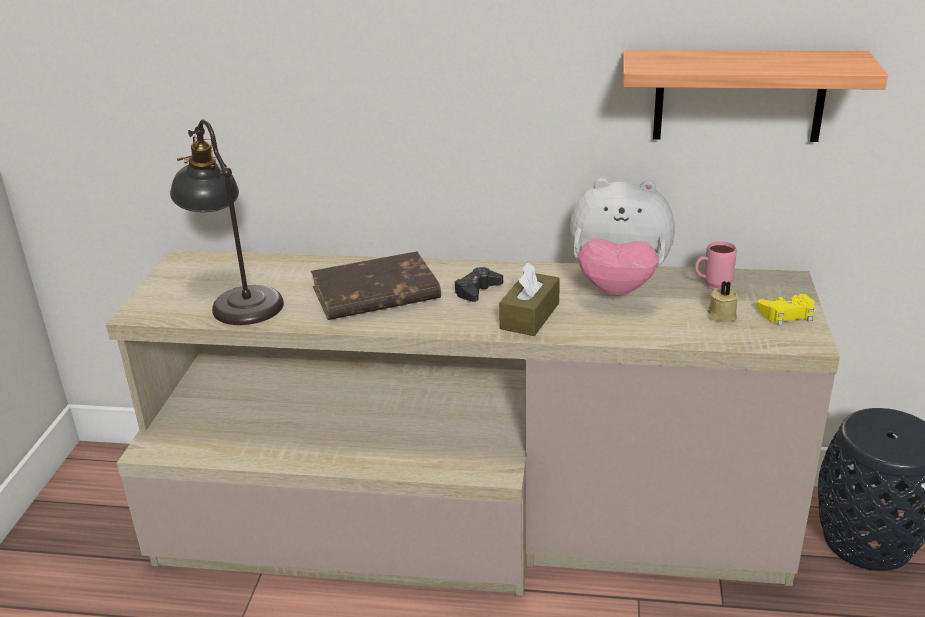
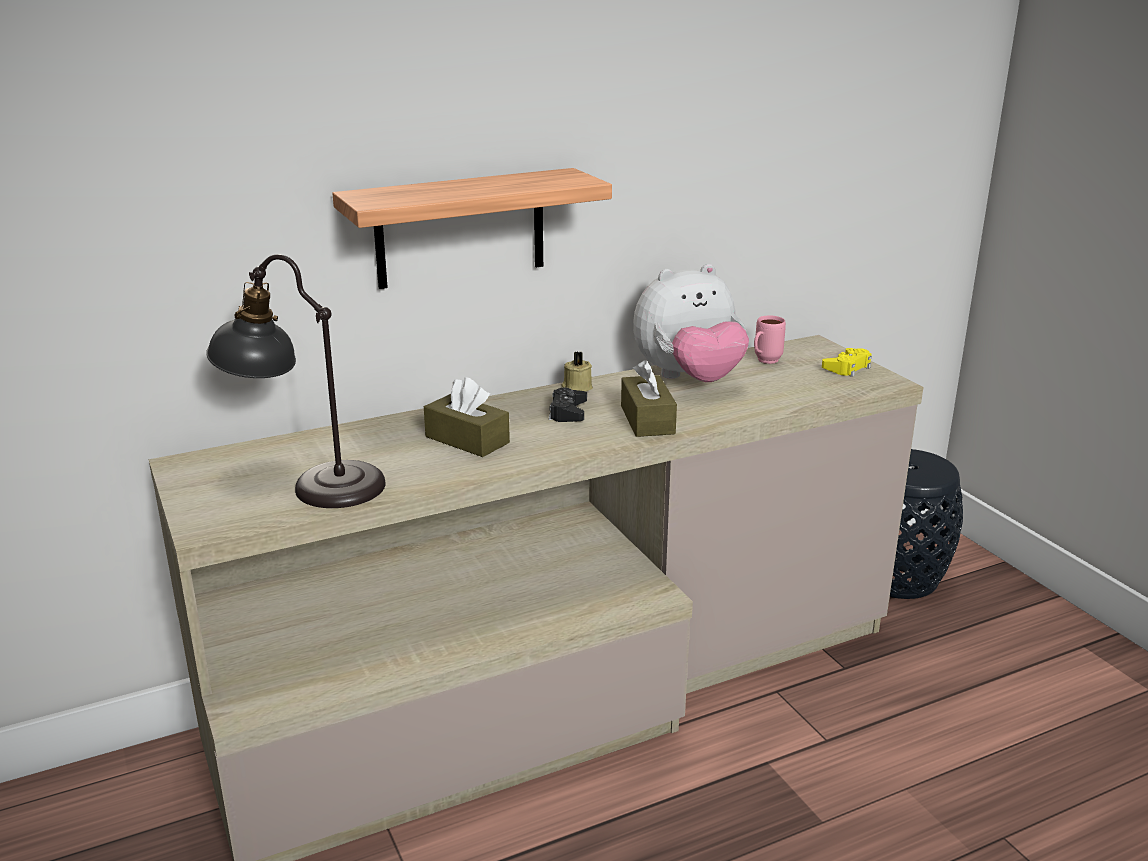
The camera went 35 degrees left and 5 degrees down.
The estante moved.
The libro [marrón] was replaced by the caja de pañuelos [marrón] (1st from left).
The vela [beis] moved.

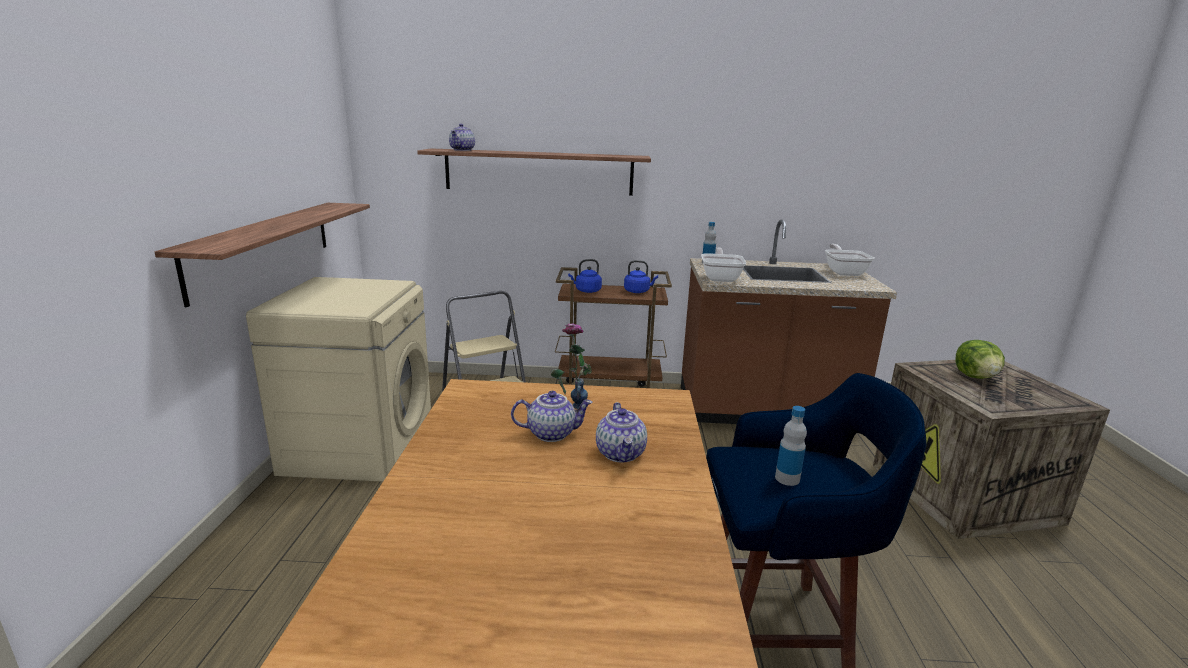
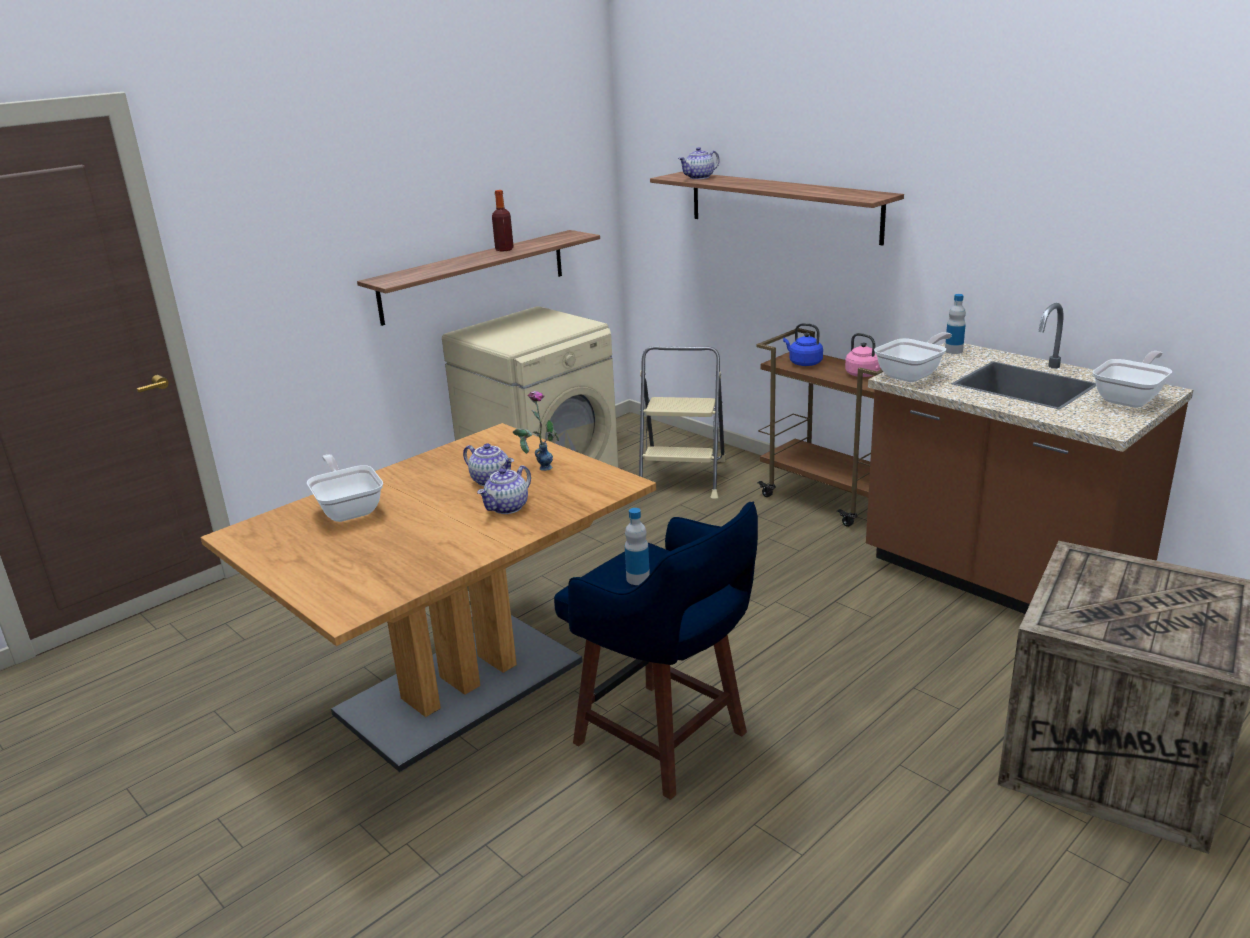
The camera went 45 degrees right and 5 degrees up.
The hervidor [azul] (2nd from left) became the hervidor [rosa].
The lechuga disappeared.
The botella (1st from left) appeared.
The sartén (1st from left) appeared.

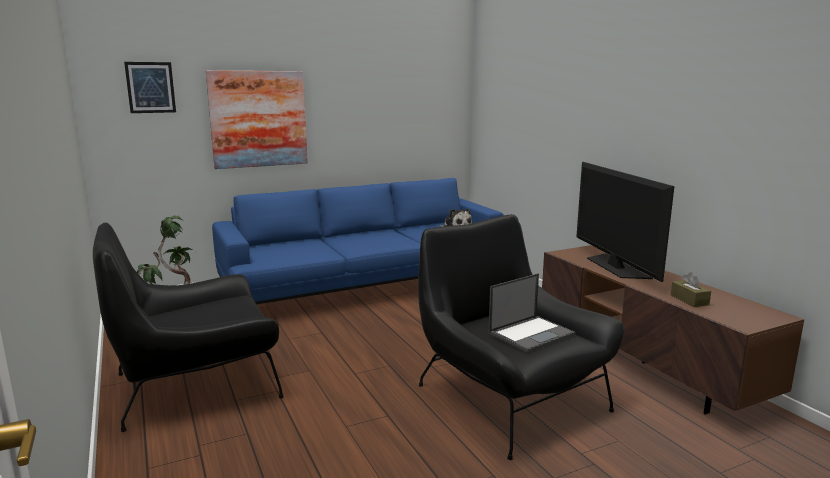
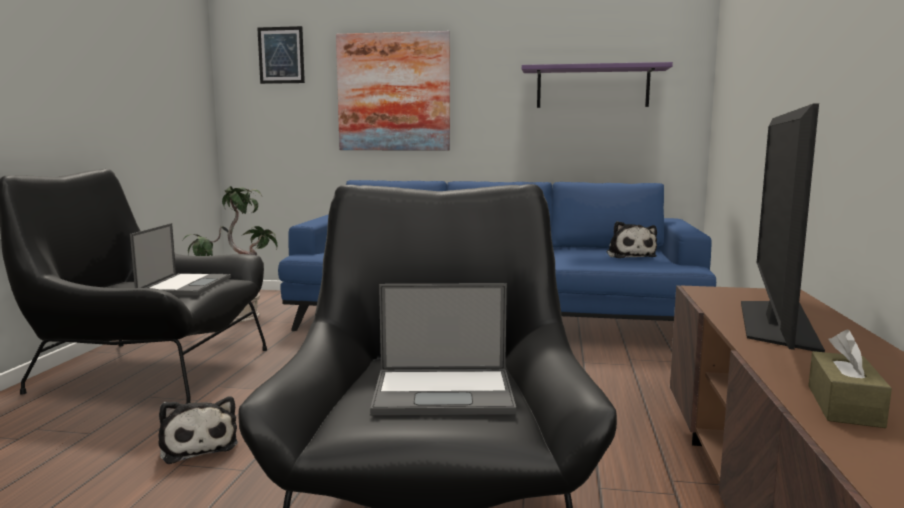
The camera went 35 degrees right and 5 degrees down.
The estante [morado] appeared.
The portátil (1st from left) appeared.
The peluche (1st from left) appeared.

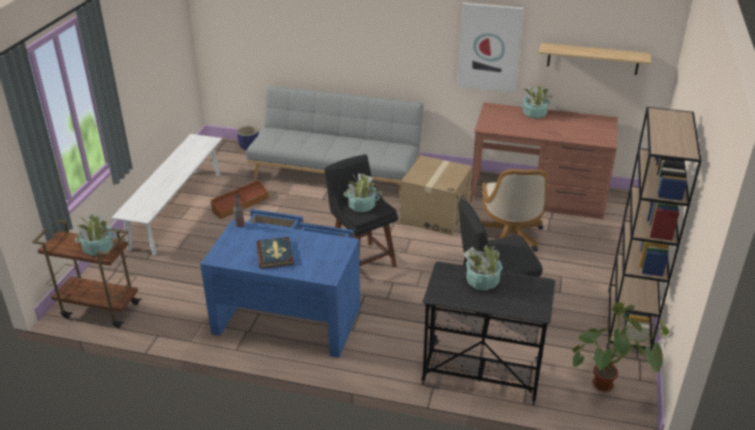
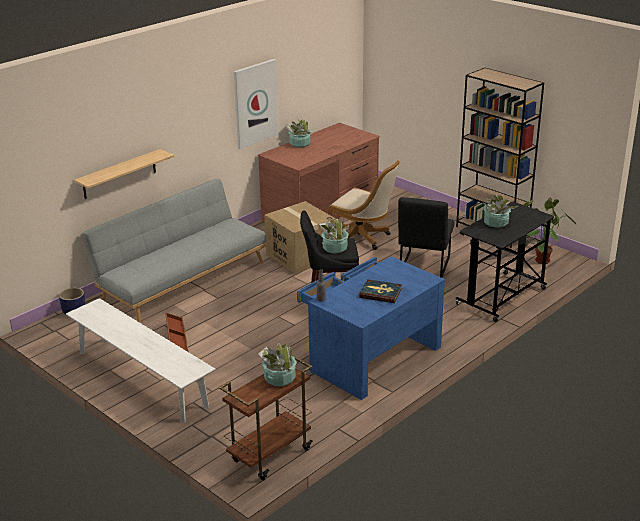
The camera went 60 degrees left and 5 degrees down.
The estante moved.

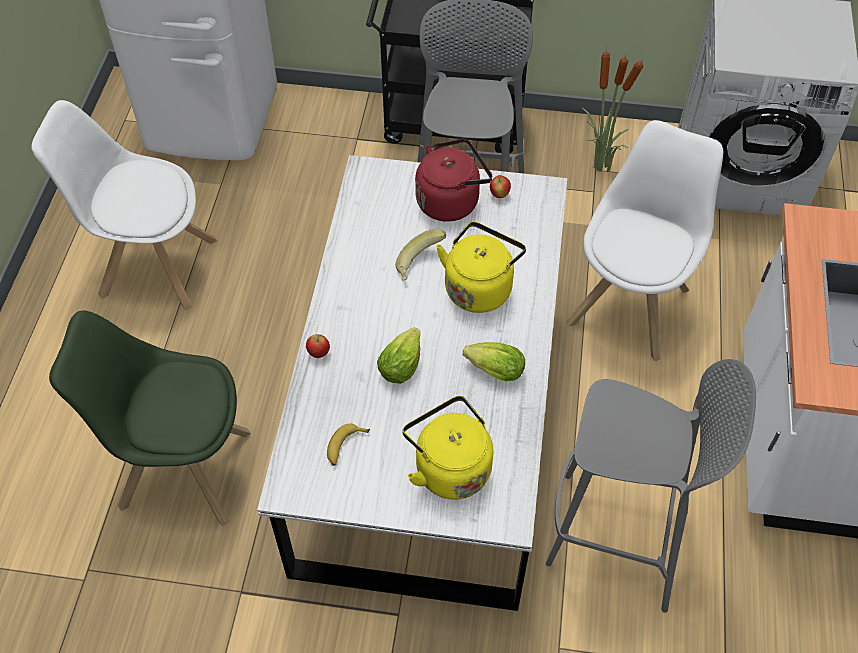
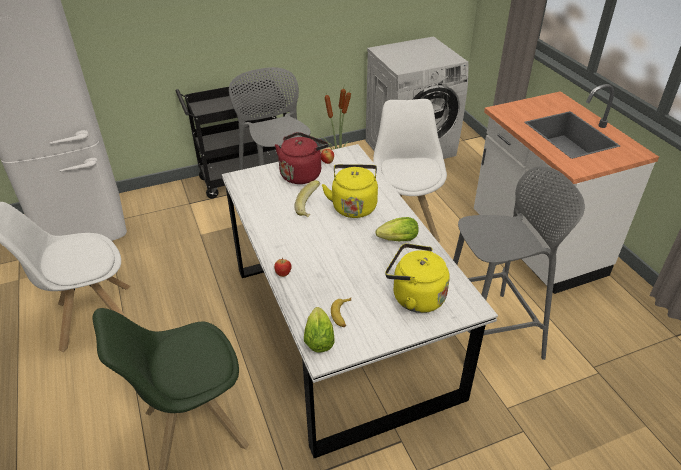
The camera went 30 degrees left and 15 degrees down.
The lechuga (1st from left) moved.

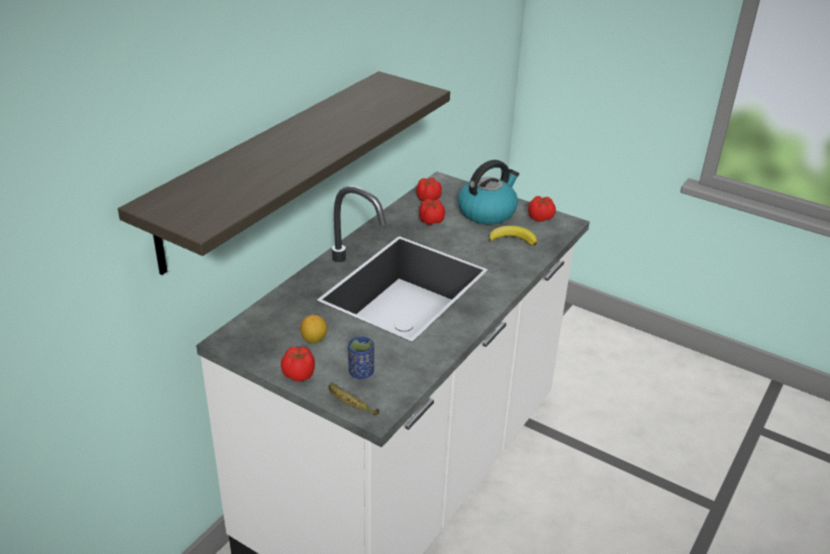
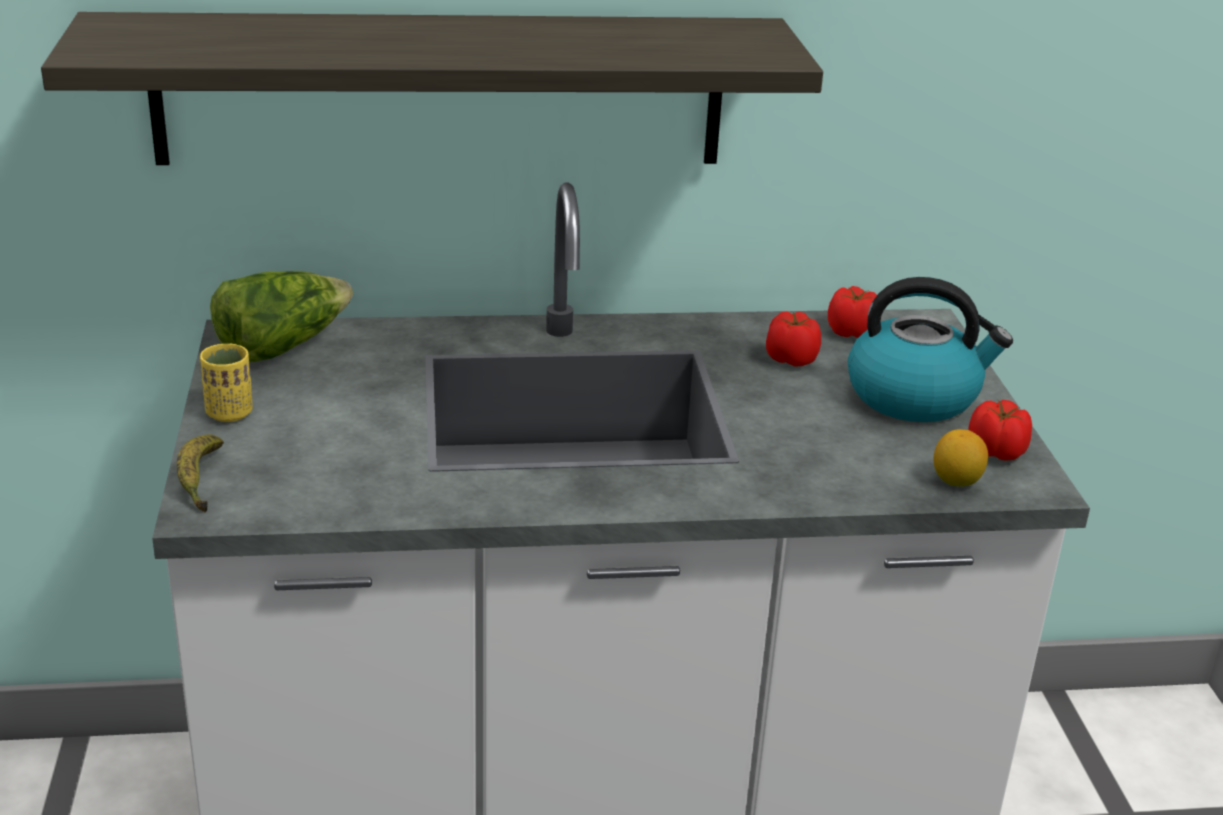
The camera went 50 degrees right and 5 degrees down.
The plátano (2nd from left) disappeared.
The limón moved.
The taza [azul] disappeared.
The tomate (1st from left) was replaced by the taza [amarillo].
The lechuga appeared.

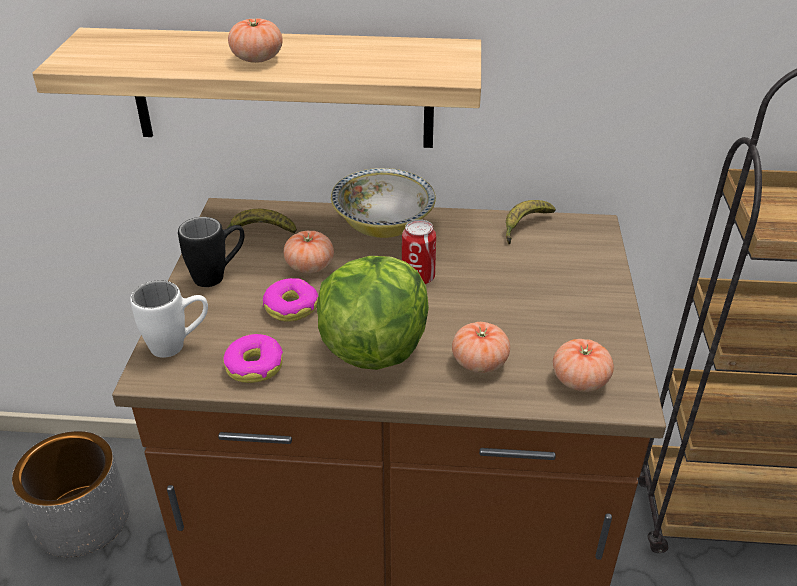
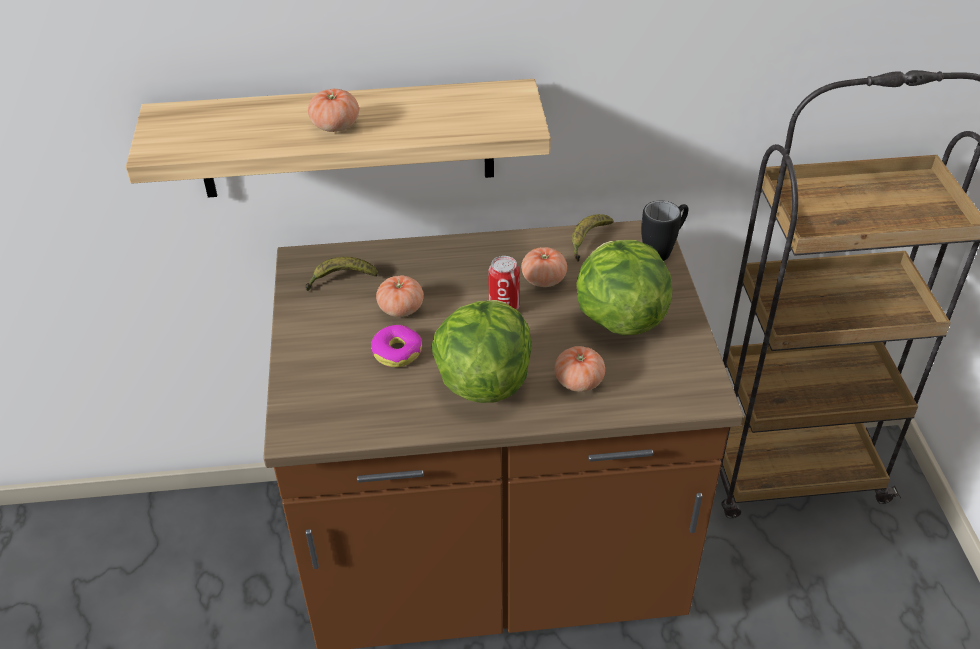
The camera went 10 degrees left and 5 degrees up.
The cuenco disappeared.
The taza grande [negro] moved.
The taza grande [blanco] disappeared.
The rosquilla (1st from left) disappeared.
The tomate (4th from left in the first image) moved.
The maceta [gris] disappeared.
The lechuga (2nd from left) appeared.

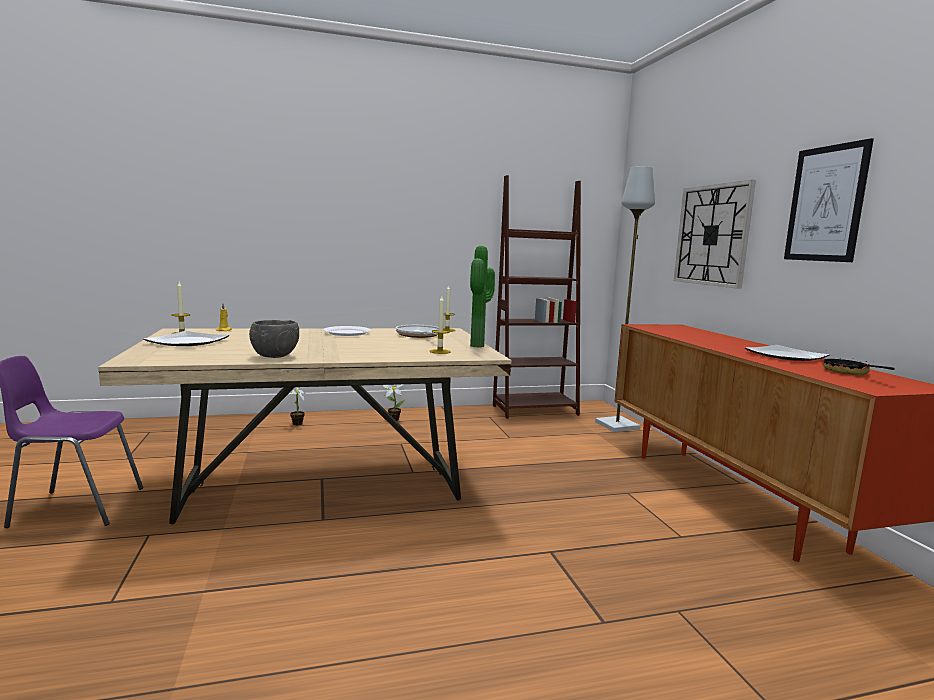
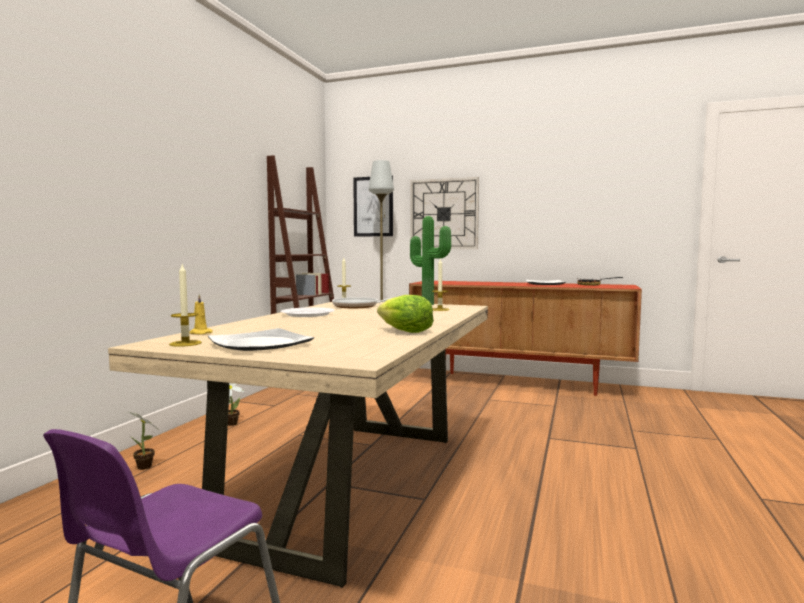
The camera went 55 degrees left and 5 degrees down.
The cuadro moved.
The cuenco [gris] was replaced by the lechuga.

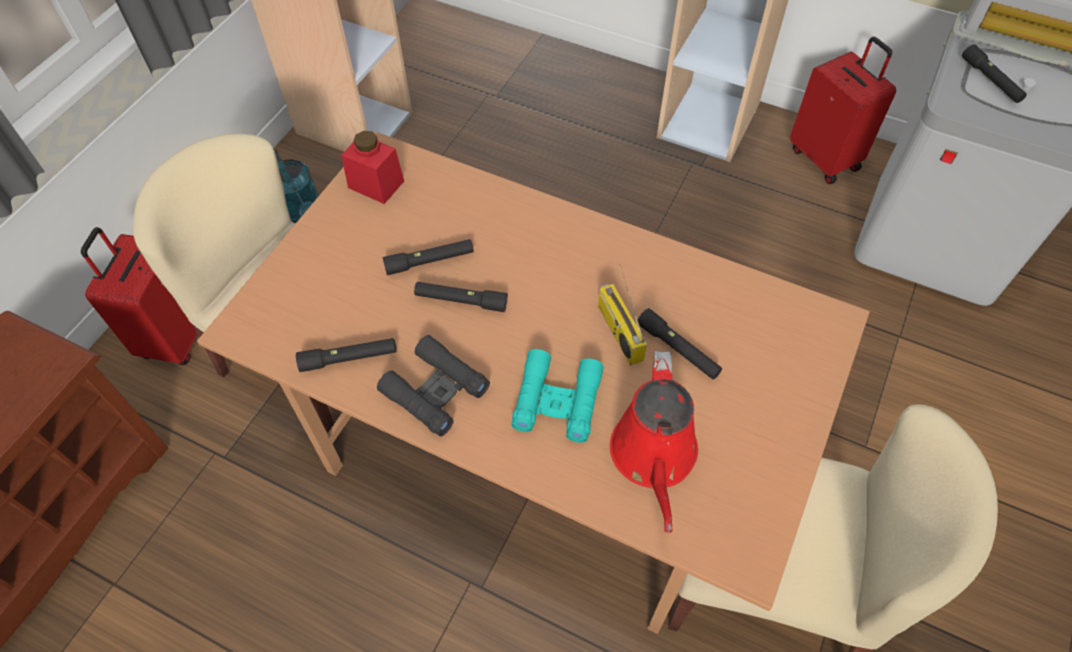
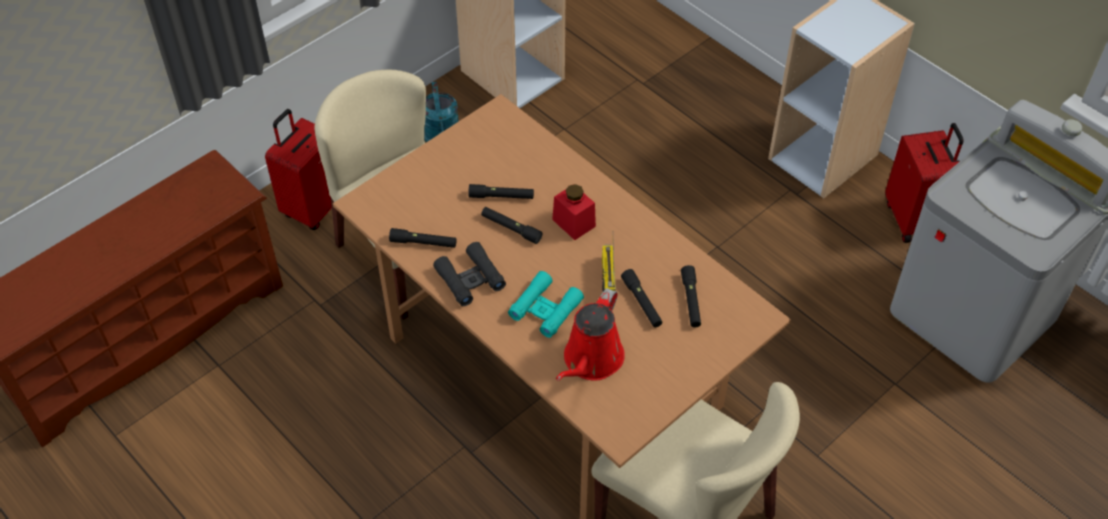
The camera went 20 degrees right and 5 degrees down.
The linterna [negro] (5th from left) moved.
The tarro [rojo] moved.

